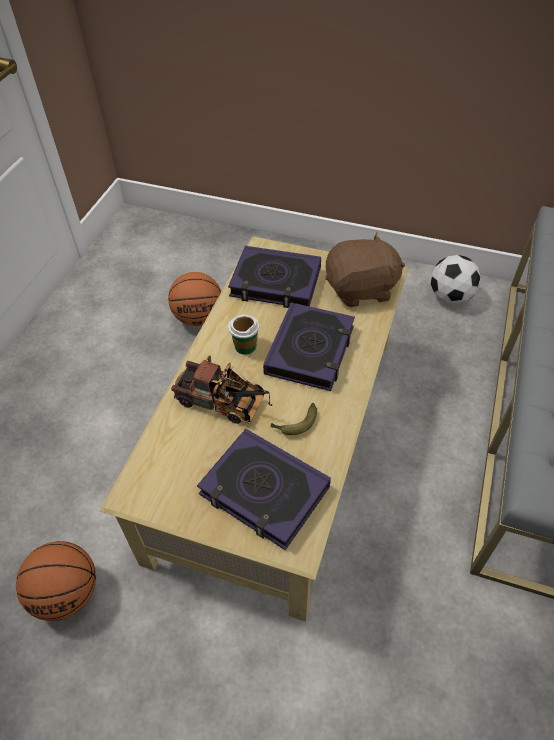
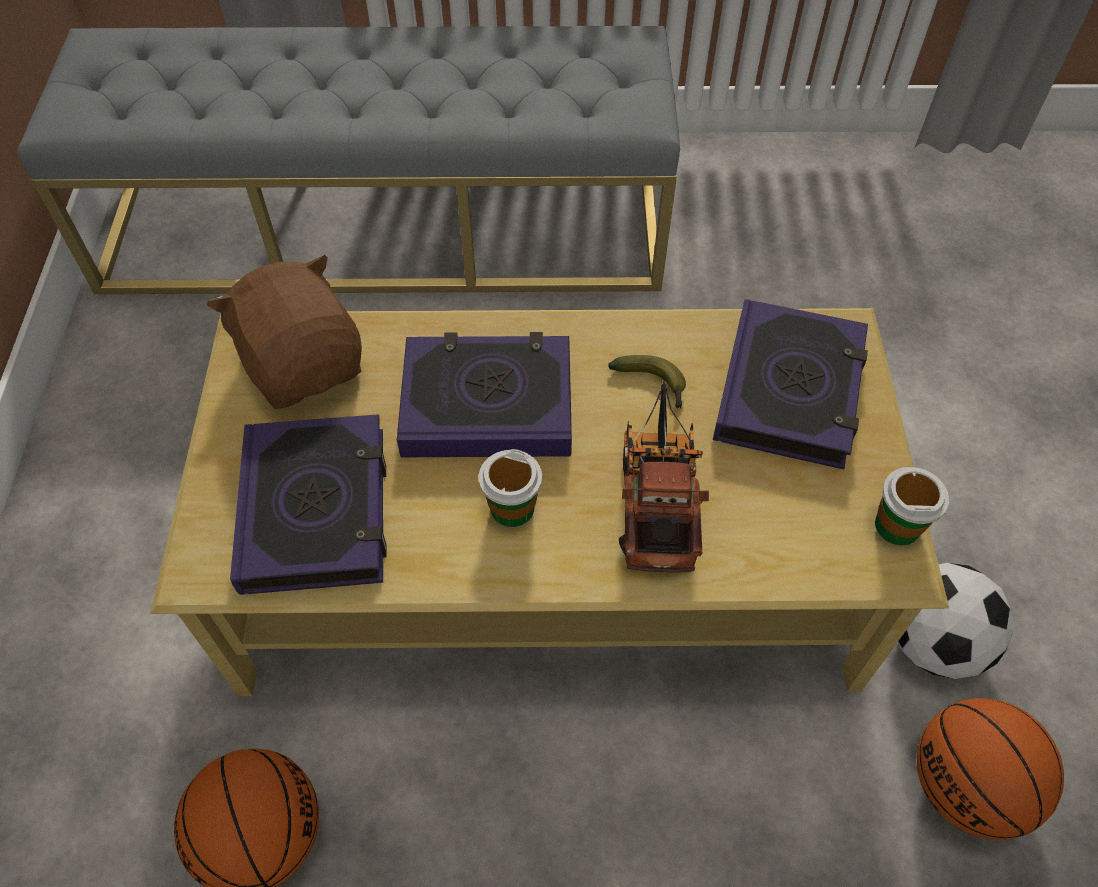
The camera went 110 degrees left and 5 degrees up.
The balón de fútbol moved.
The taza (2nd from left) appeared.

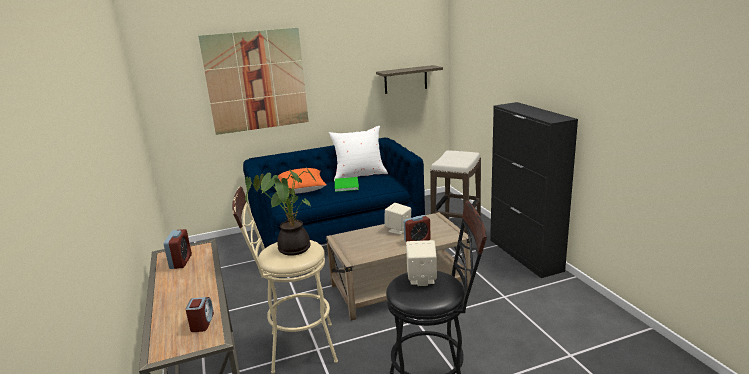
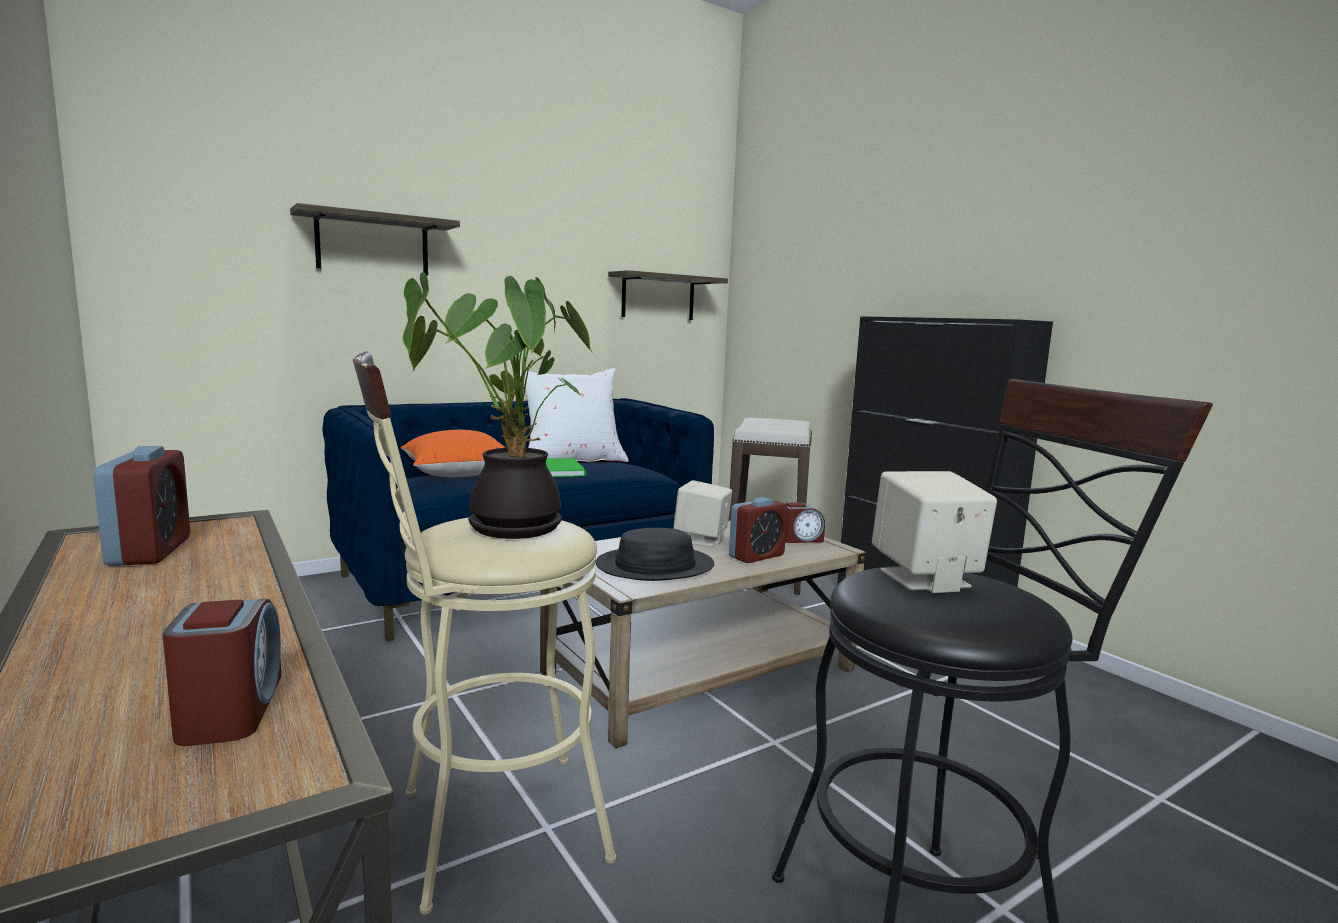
The camera went 15 degrees left and 10 degrees down.
The cuadro was replaced by the estante (1st from left).
The despertador (4th from left) appeared.
The sombrero [negro] appeared.

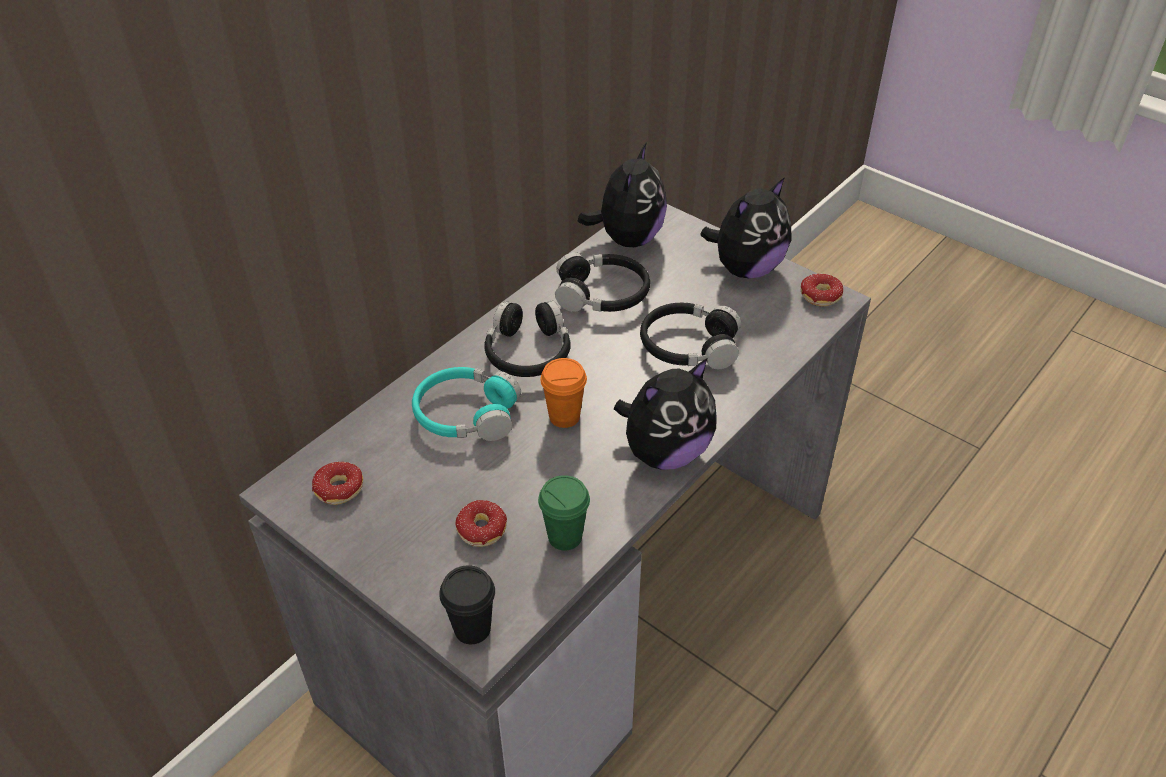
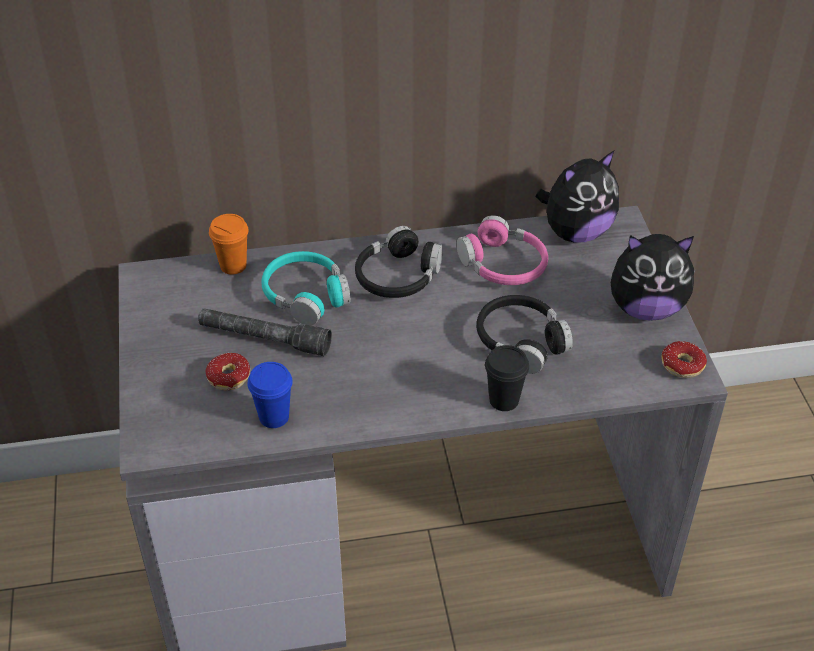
The camera went 40 degrees right and 0 degrees up.
The auriculares [negro] (2nd from left) became the auriculares [rosa].
The taza [naranja] moved.
The peluche (2nd from left) disappeared.
The rosquilla (1st from left) disappeared.
The taza [verde] became the taza [azul].
The taza [negro] moved.
The linterna [gris] appeared.

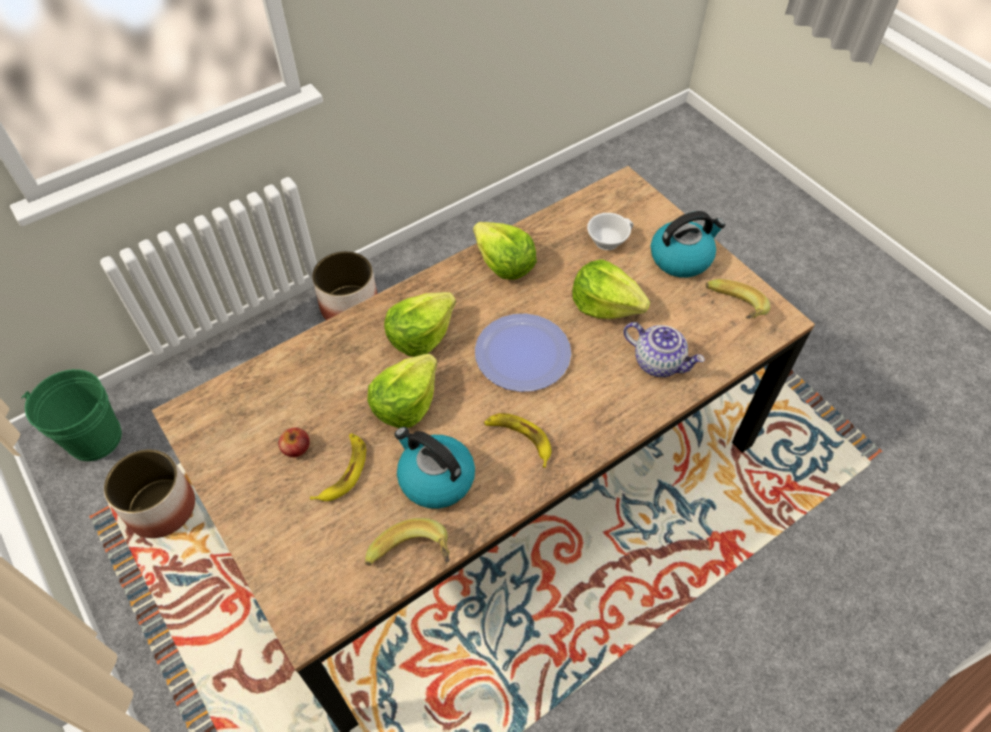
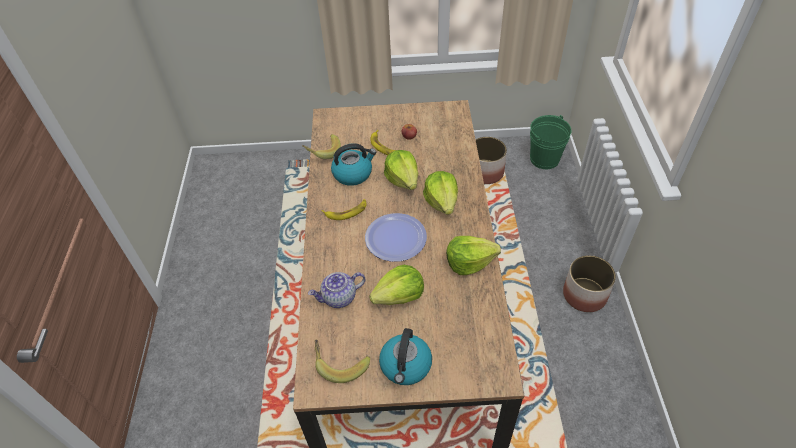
The camera went 125 degrees right and 5 degrees down.
The taza [blanco] disappeared.

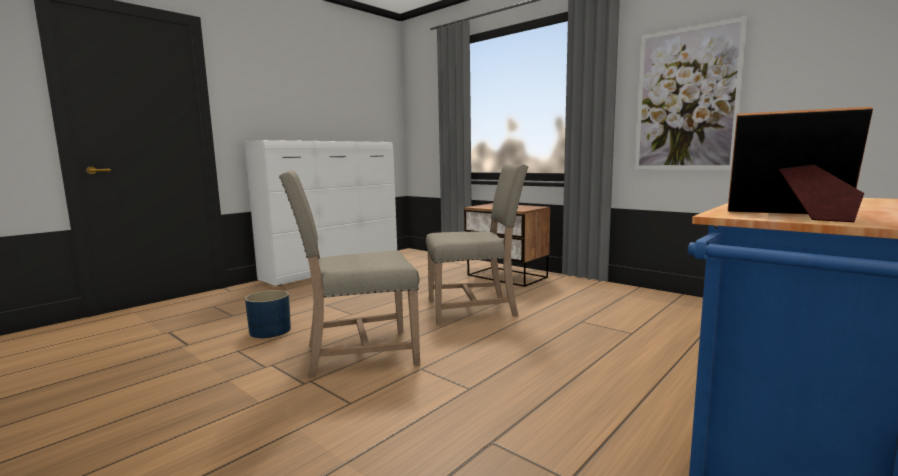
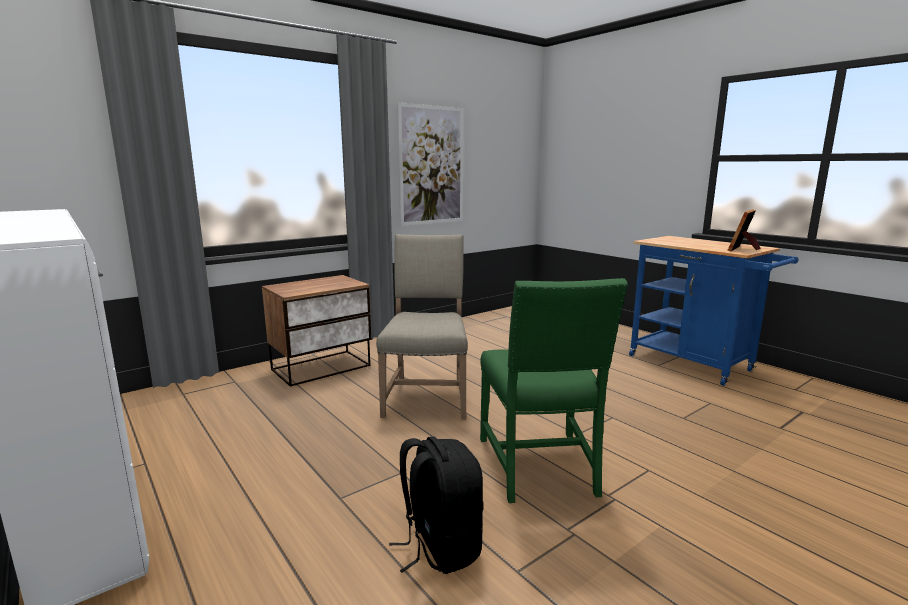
The camera went 80 degrees left and 5 degrees up.
The silla [beis] (1st from left) became the silla [verde].
The maceta [azul] was replaced by the mochila [negro].

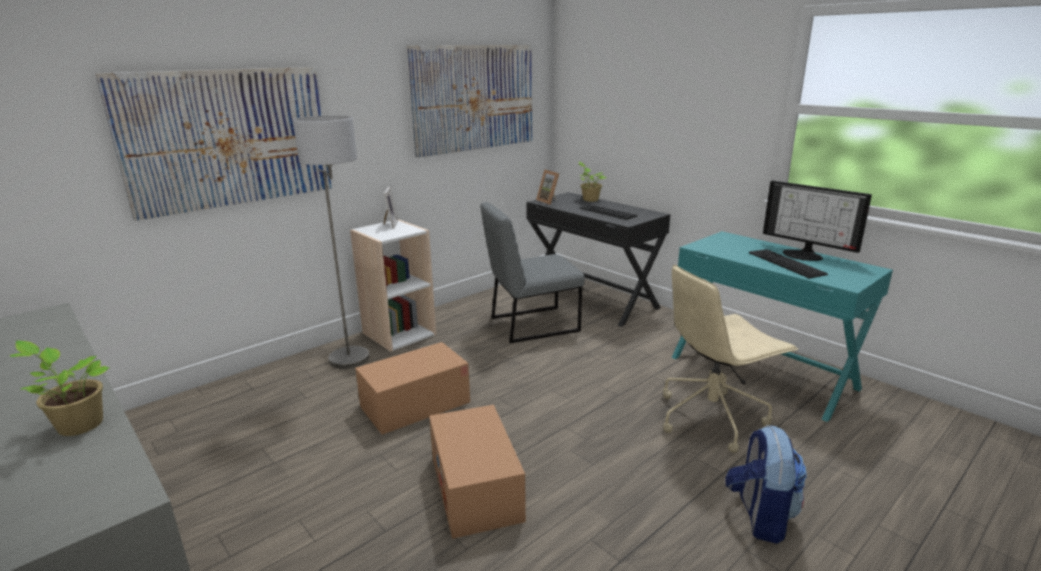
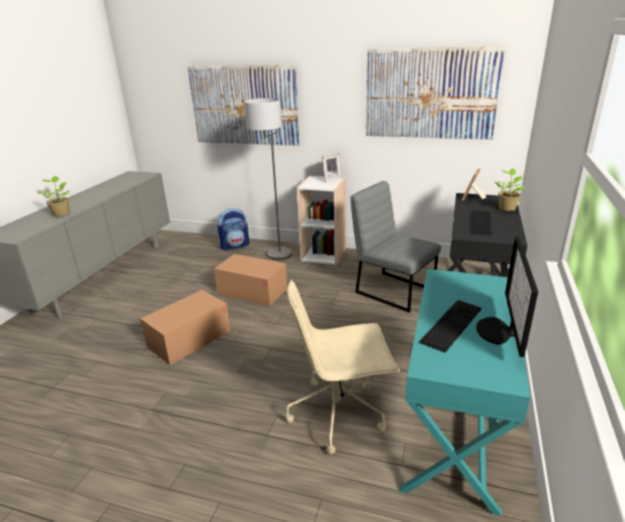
The camera went 60 degrees right and 5 degrees up.
The silla de oficina [beis] turned 45 degrees counterclockwise.
The mochila moved.

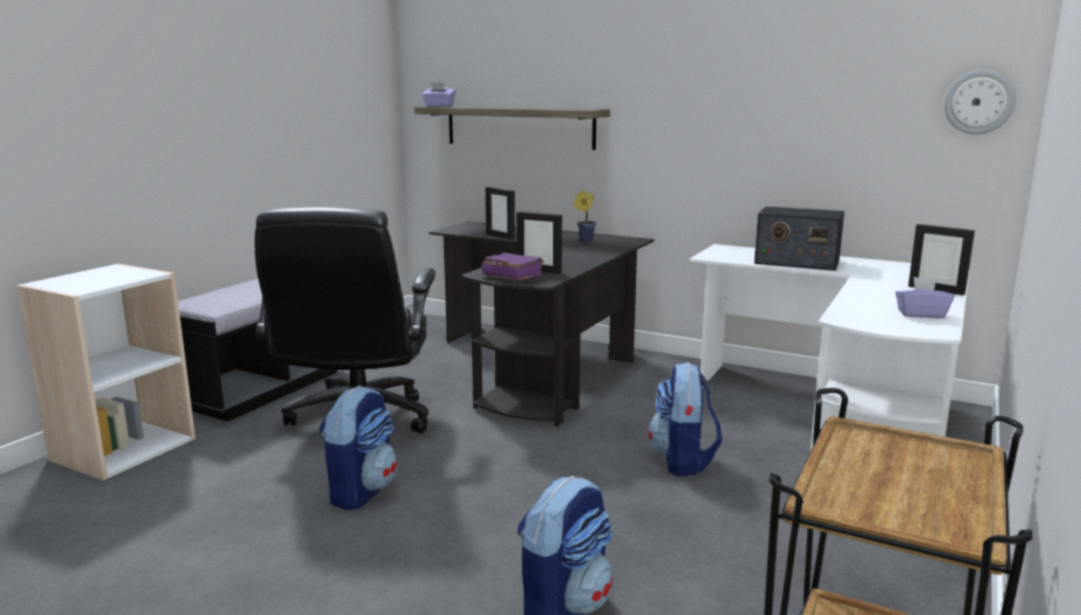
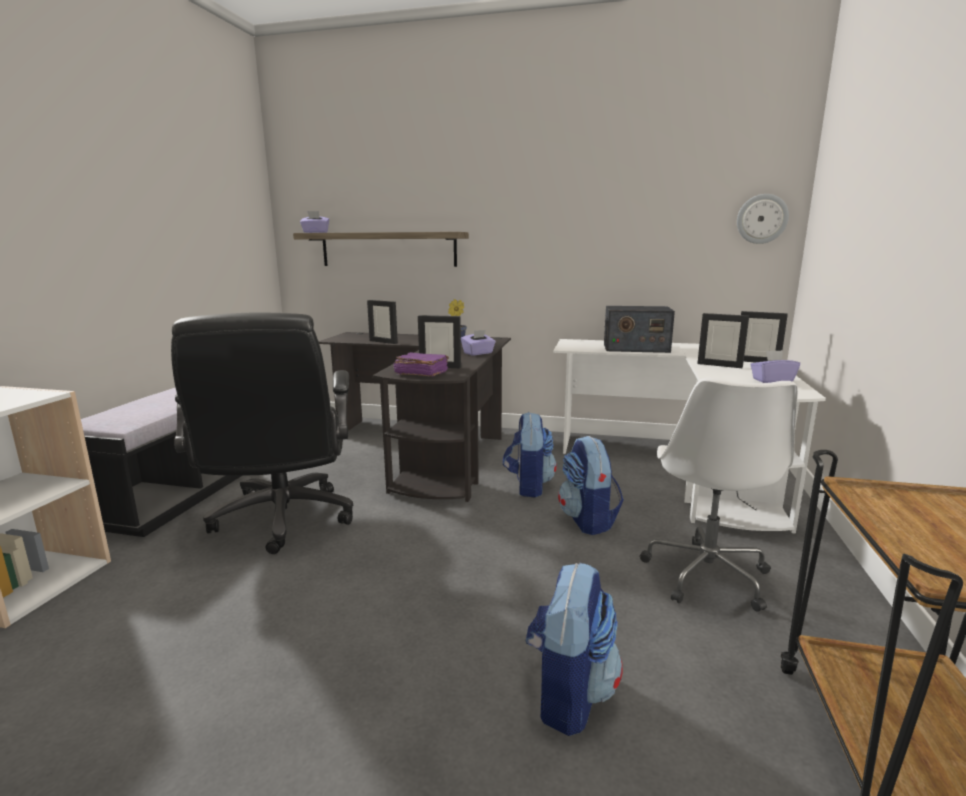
The camera went 15 degrees left and 0 degrees up.
The mochila (1st from left) moved.
The portarretratos (3rd from left) appeared.
The caja de pañuelos [morado] (2nd from left) appeared.
The silla de oficina [blanco] appeared.

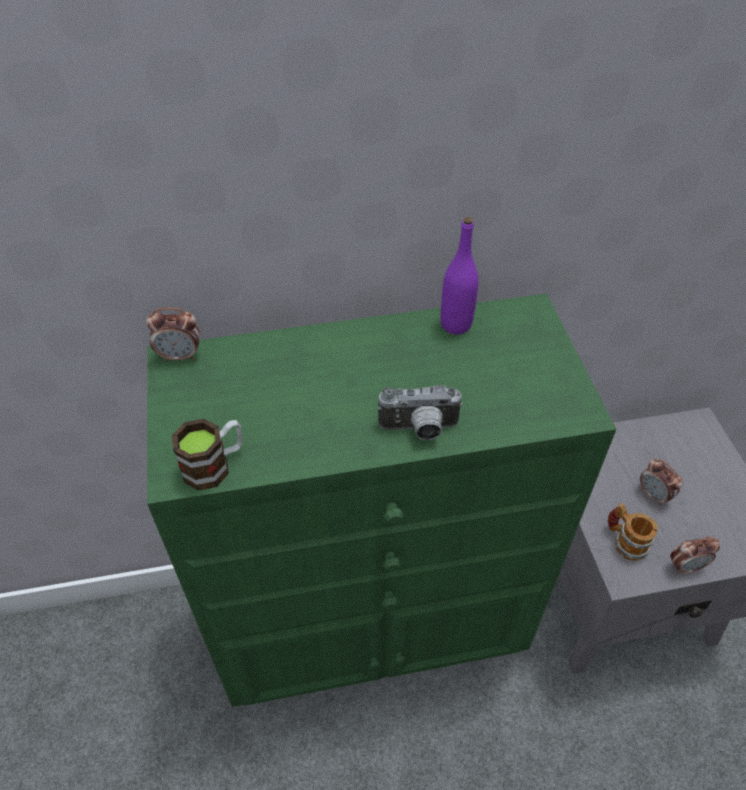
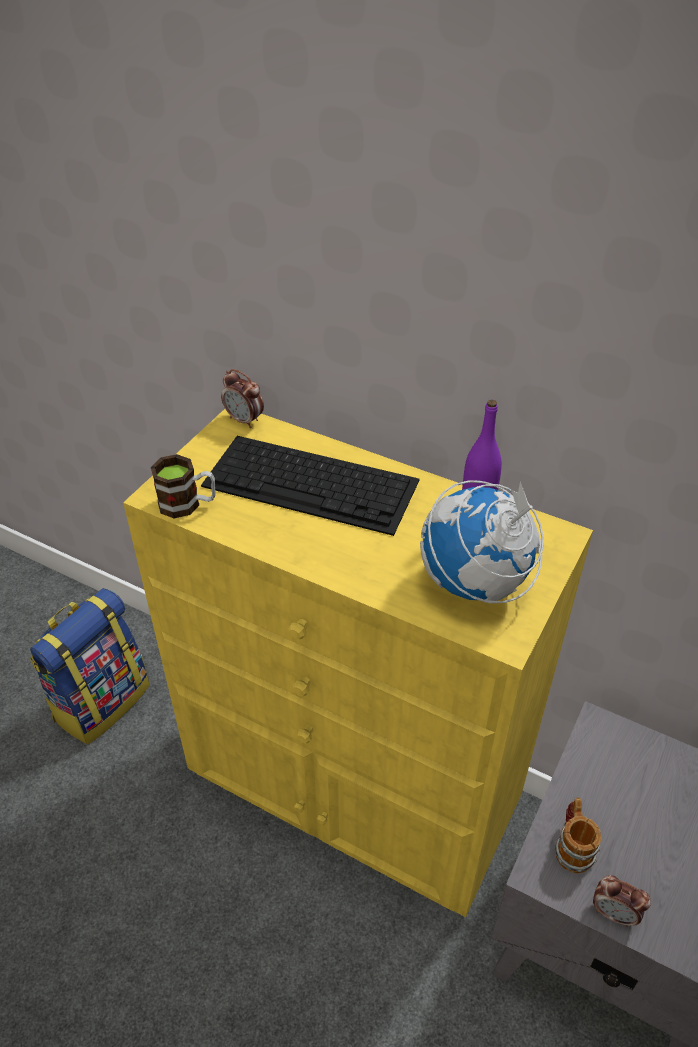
The camera went 40 degrees right and 5 degrees down.
The cómoda [verde] became the cómoda [amarillo].
The cámara disappeared.
The despertador (2nd from left) disappeared.
The teclado appeared.
The globo terráqueo appeared.
The mochila appeared.

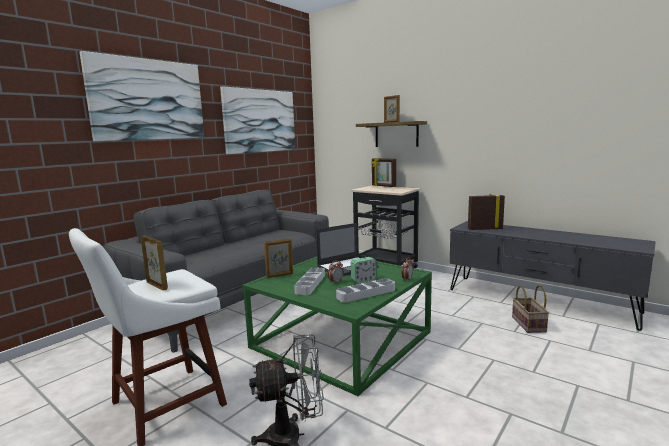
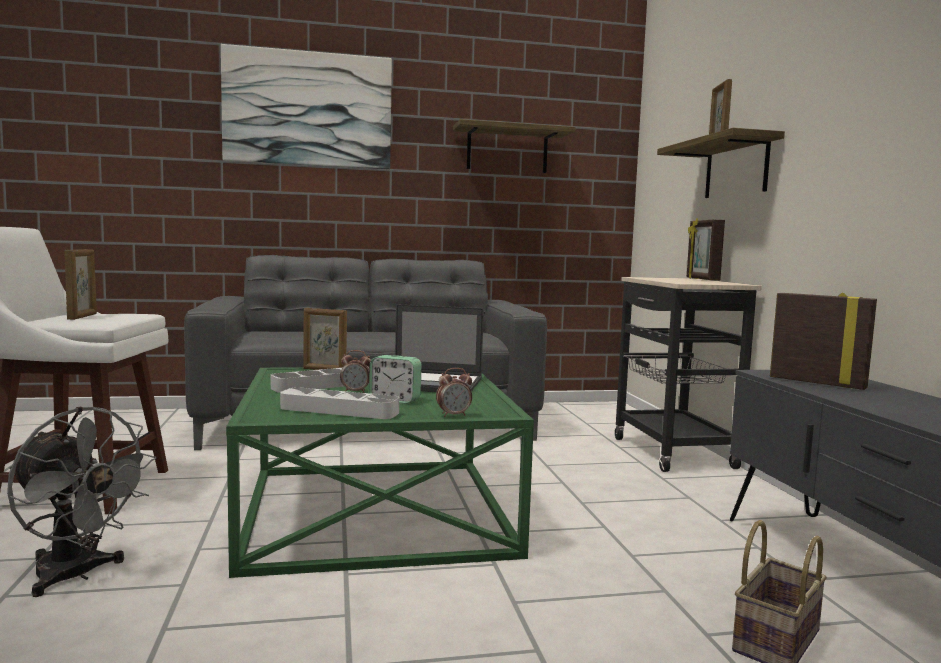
The camera went 40 degrees right and 5 degrees down.
The cuadro (2nd from left) was replaced by the estante (1st from left).

